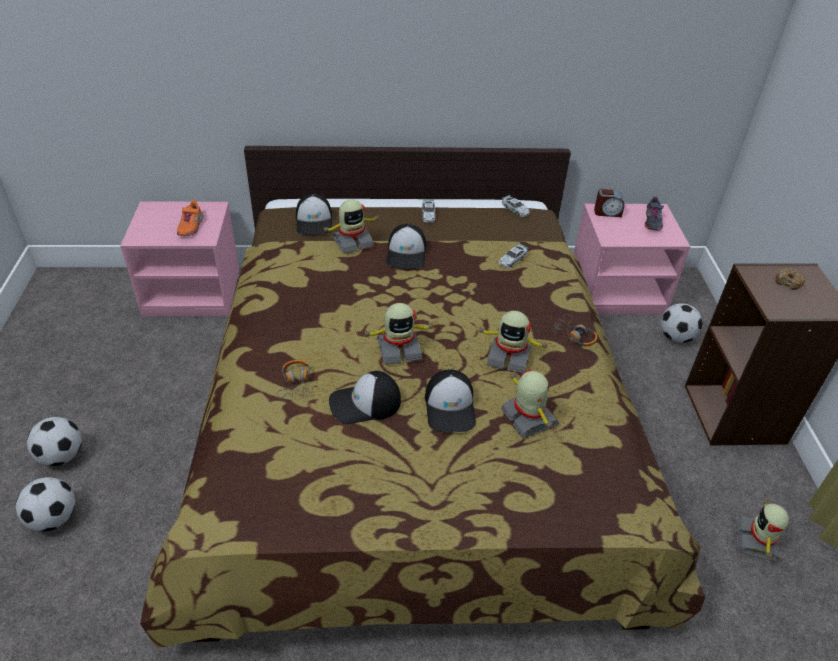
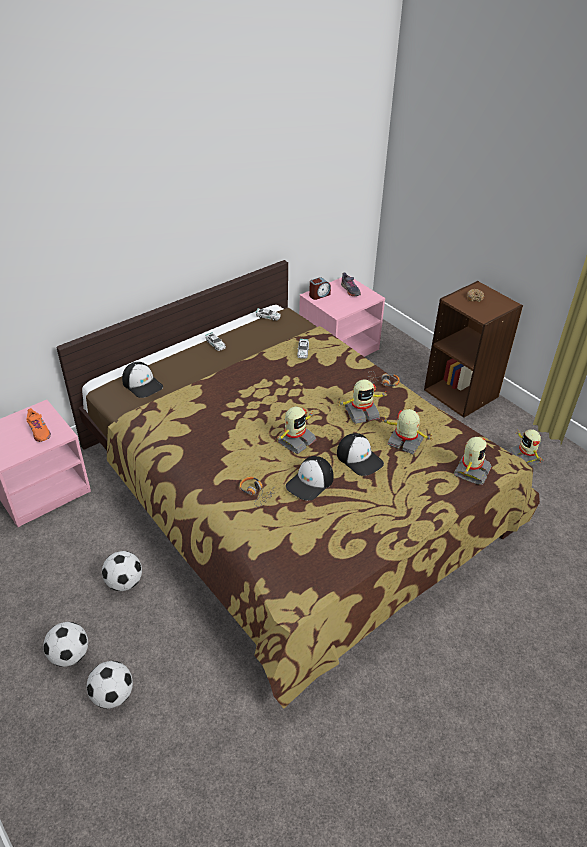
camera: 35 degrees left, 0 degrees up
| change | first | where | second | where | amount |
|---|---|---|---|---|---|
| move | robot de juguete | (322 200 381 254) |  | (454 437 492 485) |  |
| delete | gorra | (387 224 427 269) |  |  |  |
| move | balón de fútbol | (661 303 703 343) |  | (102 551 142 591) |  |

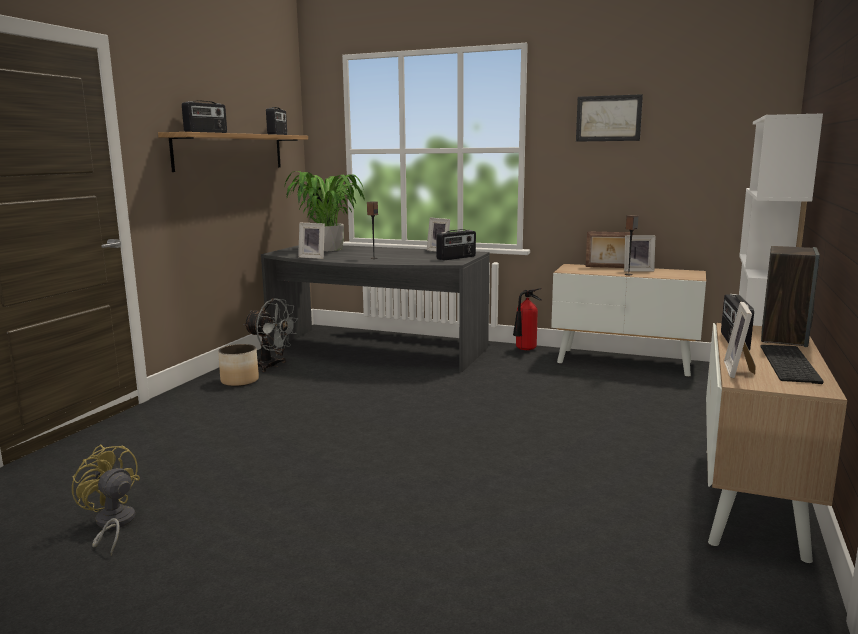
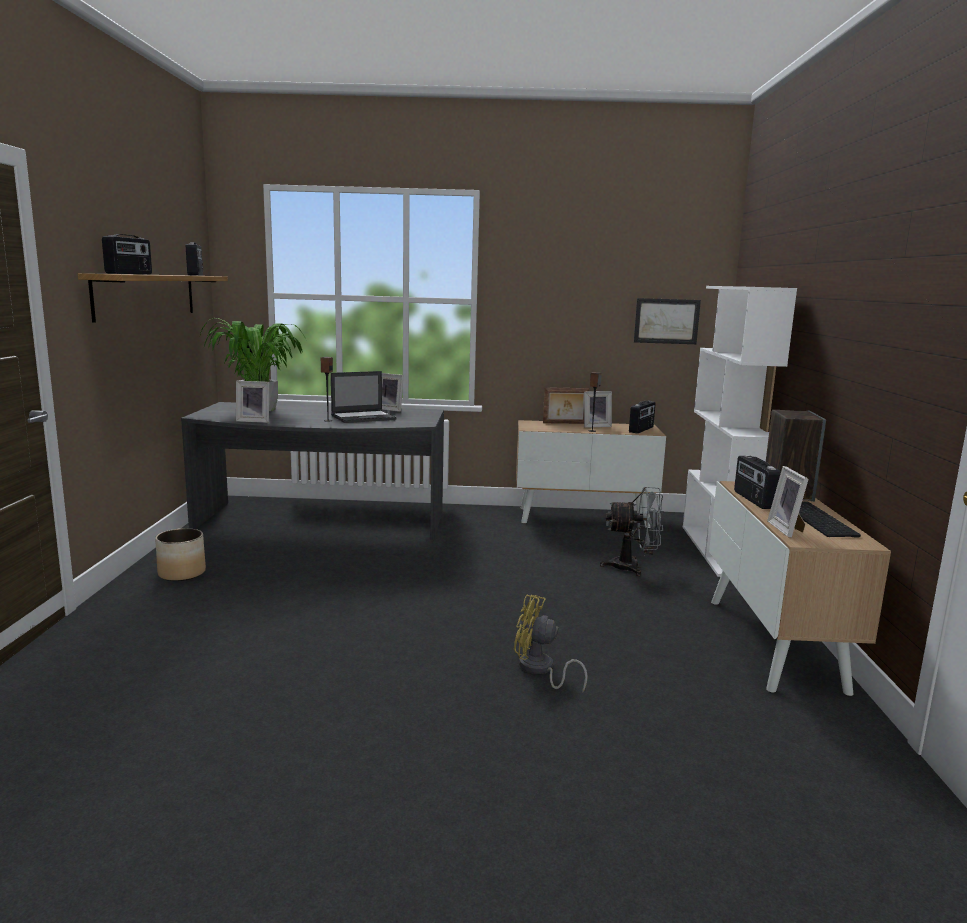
camera: 20 degrees left, 0 degrees up
| change | first | where | second | where | amount |
|---|---|---|---|---|---|
| move | ventilador/amarillo | (72 444 140 556) |  | (514 595 588 693) |  |
| move | ventilador/gris | (243 298 298 372) |  | (600 487 664 576) |  |
| move | radio | (436 229 476 261) |  | (629 401 655 433) |  |
| delete | extintor | (513 288 542 350) |  |  |  |
| move | cuadro | (576 94 643 142) |  | (634 298 701 344) |  |
| insert |  |  | portátil | (331 371 397 423) |  |

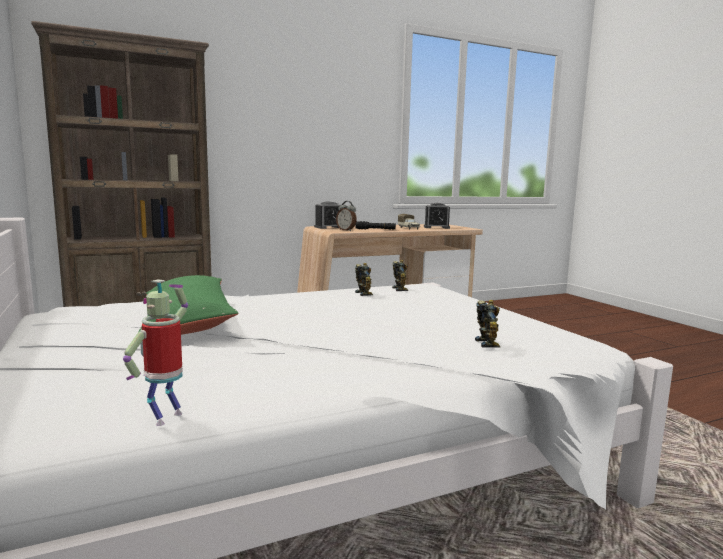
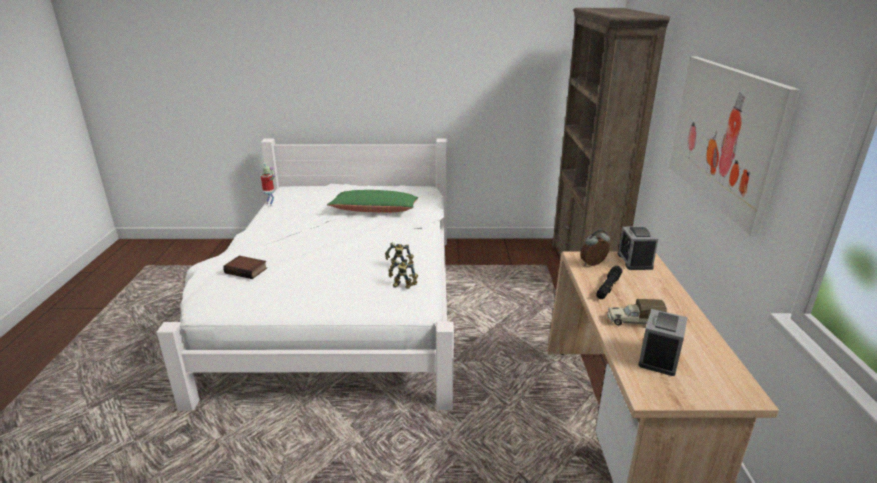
camera: 115 degrees right, 15 degrees up
| change | first | where | second | where | amount |
|---|---|---|---|---|---|
| replace | robot de juguete | (475 300 501 348) | libro | (223 256 267 279) |  |
| insert |  |  | cuadro | (669 56 800 236) |  |

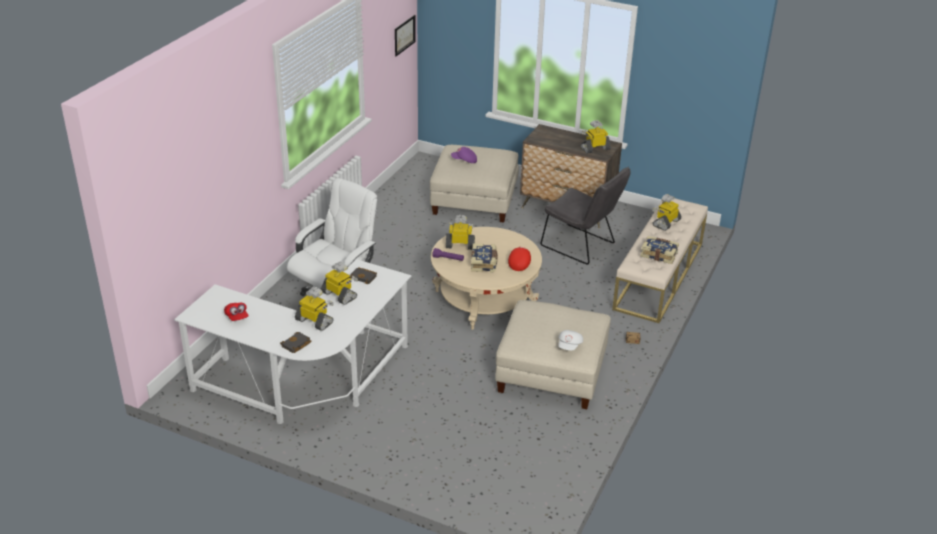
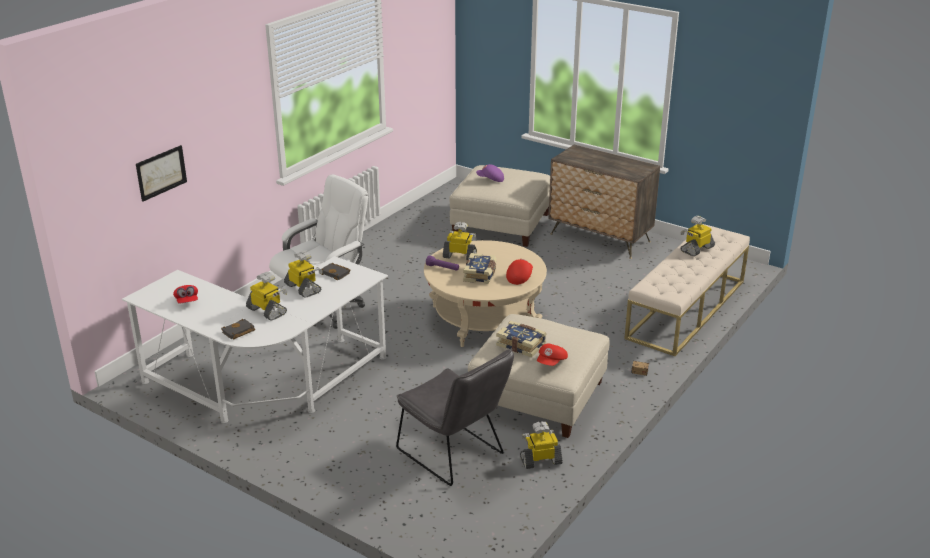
camera: 10 degrees right, 5 degrees down
| change | first | where | second | where | amount |
|---|---|---|---|---|---|
| move | cuadro | (395 15 416 56) |  | (136 145 187 202) |  |
| move | silla/gris | (540 167 631 265) |  | (396 348 514 486) |  |
| recolor | gorra/blanco | (558 330 583 350) | gorra/rojo | (537 344 568 366) |  |
| move | robot de juguete | (580 120 611 154) |  | (520 421 563 469) |  |
| move | libro | (640 236 679 264) |  | (496 321 547 357) |  |

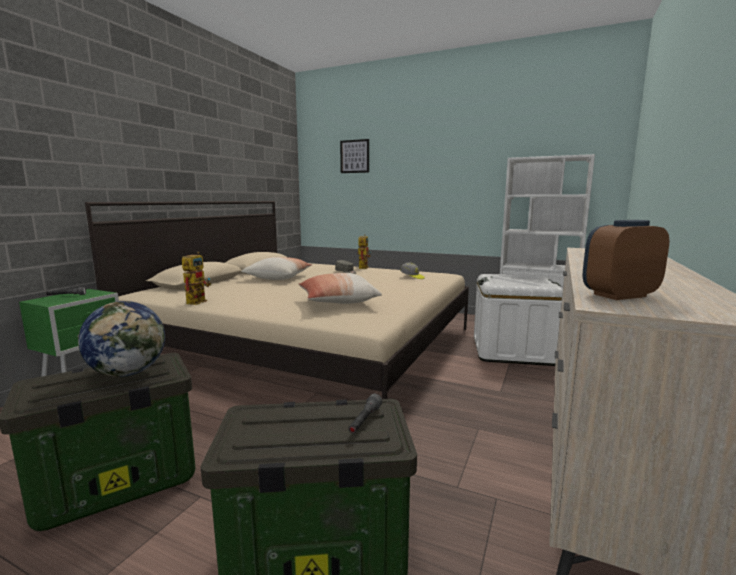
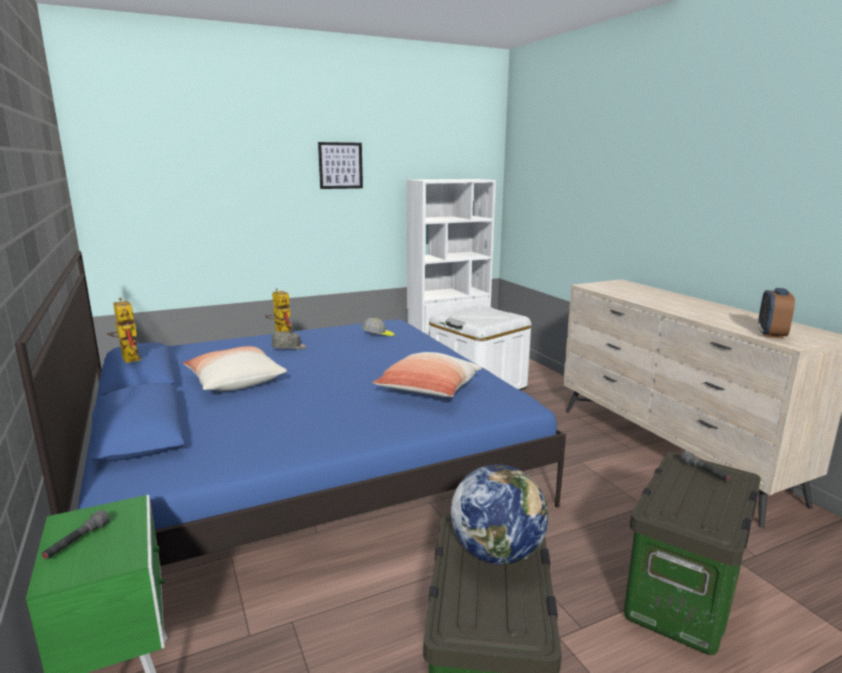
camera: 50 degrees left, 5 degrees up
| change | first | where | second | where | amount |
|---|---|---|---|---|---|
| recolor | cama/beis | (85 201 469 399) | cama/azul | (15 251 566 566) |  |
| move | robot de juguete | (182 252 211 305) |  | (107 297 141 363) |  |
| move | cuadro | (340 139 369 173) |  | (318 142 363 189) |  |

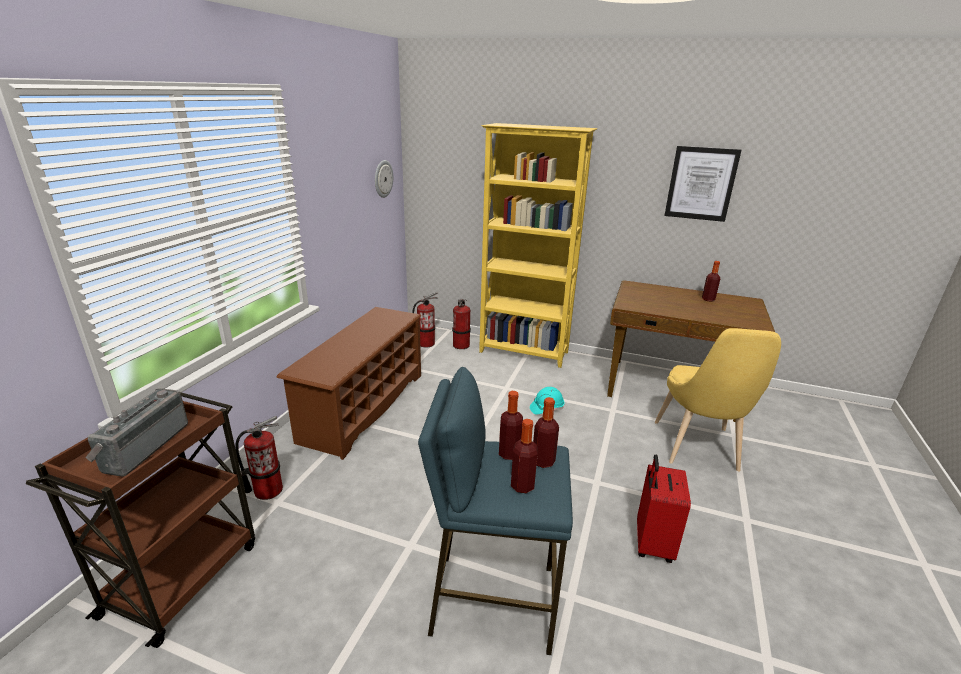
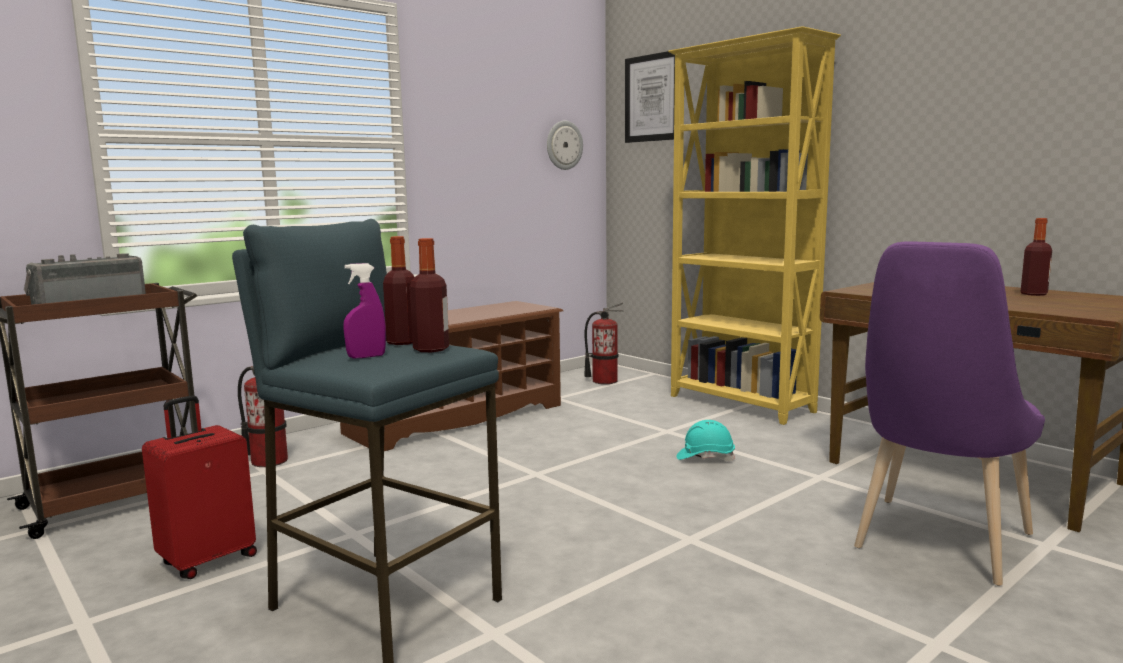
camera: 30 degrees right, 15 degrees down
| change | first | where | second | where | amount |
|---|---|---|---|---|---|
| delete | extintor | (452 299 471 349) |  |  |  |
| replace | botella | (511 419 538 493) | pulverizador/morado | (343 263 386 358) |  |
| move | maleta/rojo | (637 455 691 563) |  | (142 396 257 579) |  |
| recolor | silla/amarillo | (655 328 781 472) | silla/morado | (854 241 1045 586) |  |
| move | cuadro | (664 146 742 222) |  | (625 51 675 143) |  |

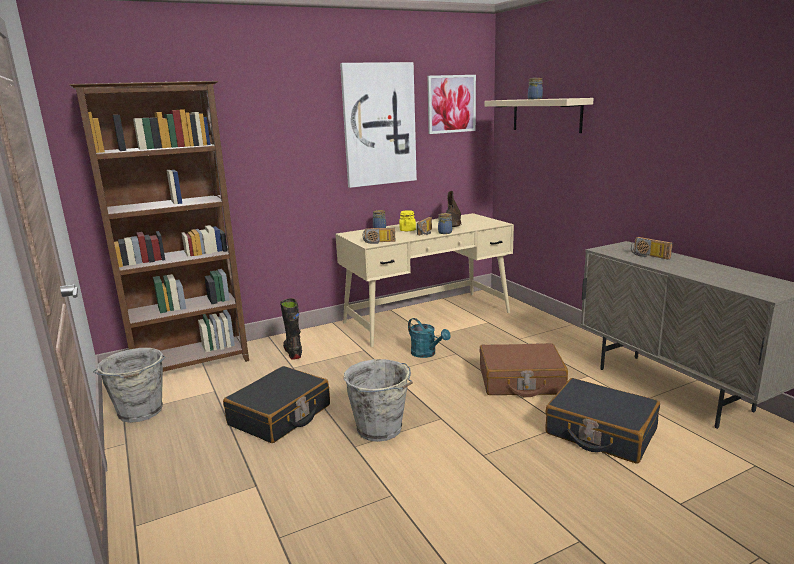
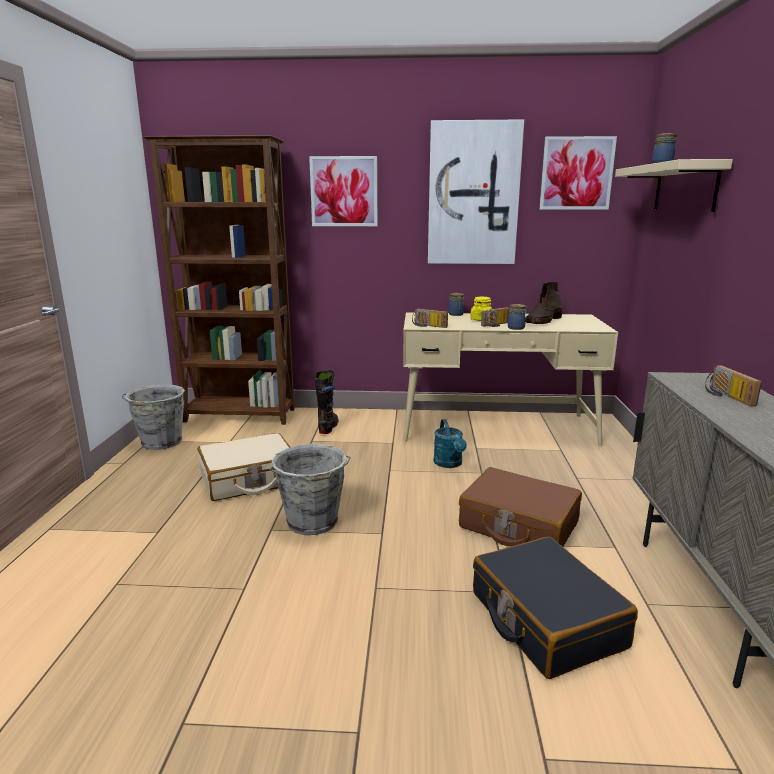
camera: 30 degrees right, 0 degrees up
| change | first | where | second | where | amount |
|---|---|---|---|---|---|
| recolor | maleta/negro | (223 366 330 443) | maleta/beis | (197 433 290 501) |  |
| insert |  |  | cuadro | (309 156 377 226) |  |

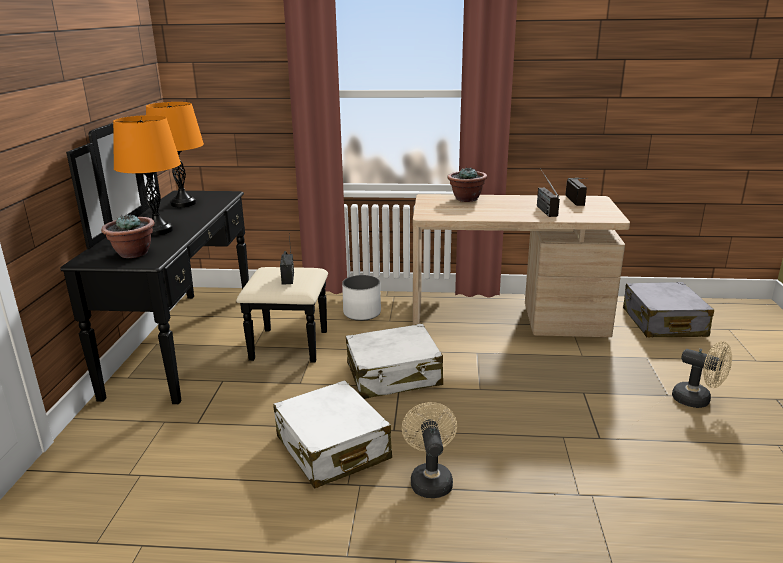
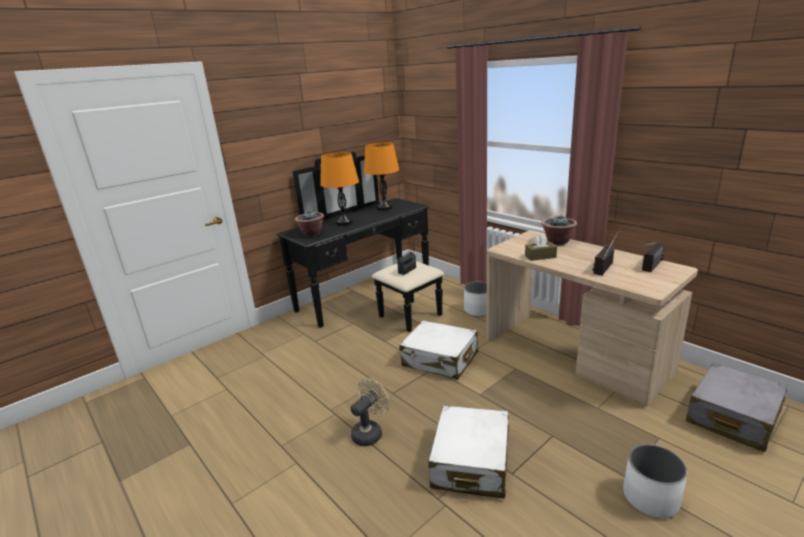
camera: 45 degrees right, 0 degrees up
| change | first | where | second | where | amount |
|---|---|---|---|---|---|
| move | maleta/blanco | (273 380 392 488) |  | (428 406 509 499) |  |
| replace | ventilador/beis | (672 341 732 408) | maceta/blanco | (623 444 688 518) |  |
| insert |  |  | caja de pañuelos/marrón | (525 234 557 261) |  |

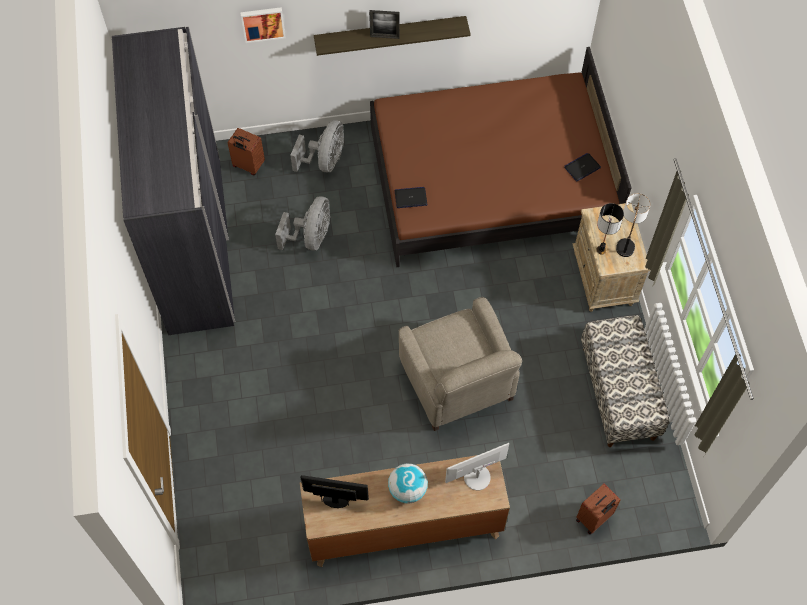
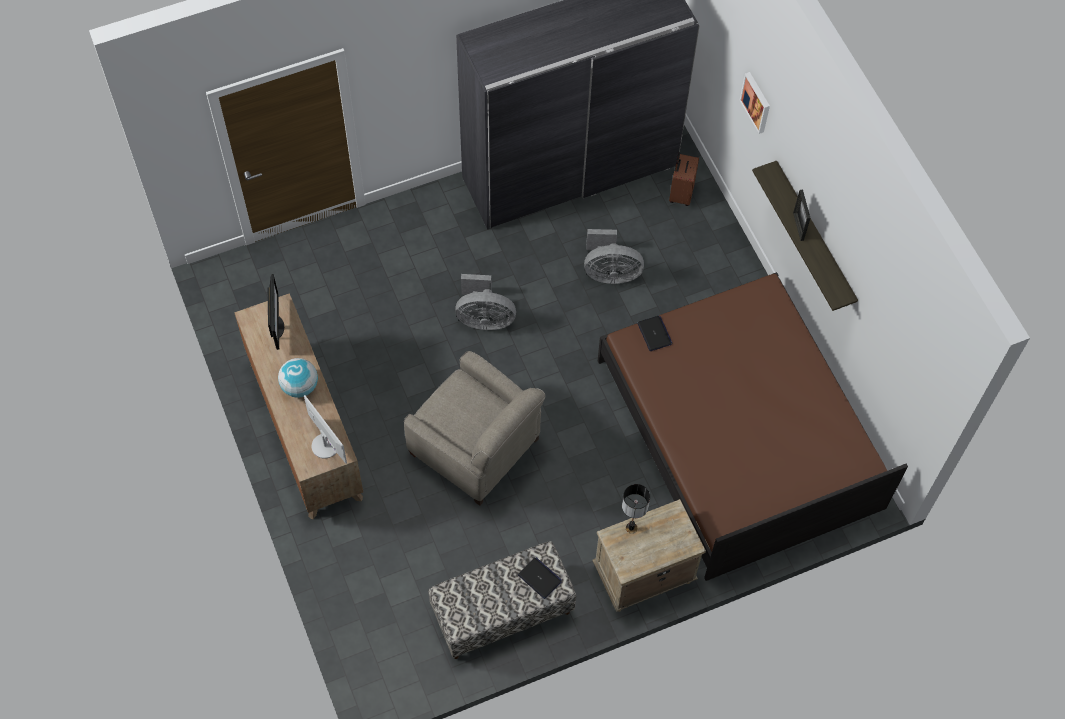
camera: 75 degrees right, 0 degrees up
| change | first | where | second | where | amount |
|---|---|---|---|---|---|
| move | ventilador/gris | (290 120 344 172) |  | (455 274 516 330) |  |
| rotate | sillón/beis | (399 297 522 431) |  | (404 351 545 506) | 105 degrees counterclockwise |
| move | portátil | (564 153 601 181) |  | (518 557 562 599) |  |
| delete | maleta/marrón | (576 483 621 534) |  |  |  |
| delete | lámpara de mesa | (616 193 650 257) |  |  |  |

